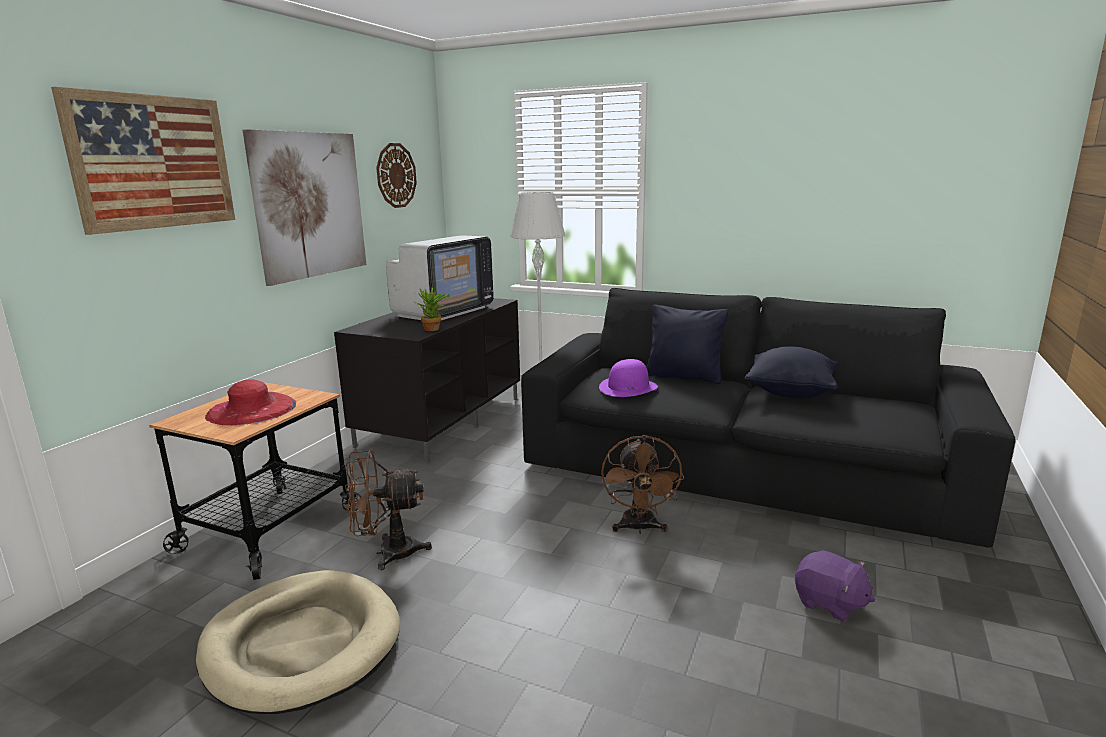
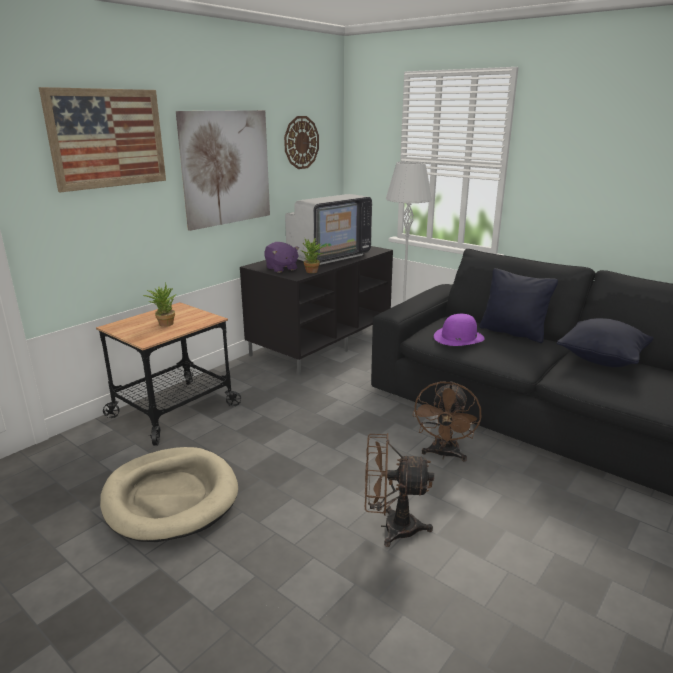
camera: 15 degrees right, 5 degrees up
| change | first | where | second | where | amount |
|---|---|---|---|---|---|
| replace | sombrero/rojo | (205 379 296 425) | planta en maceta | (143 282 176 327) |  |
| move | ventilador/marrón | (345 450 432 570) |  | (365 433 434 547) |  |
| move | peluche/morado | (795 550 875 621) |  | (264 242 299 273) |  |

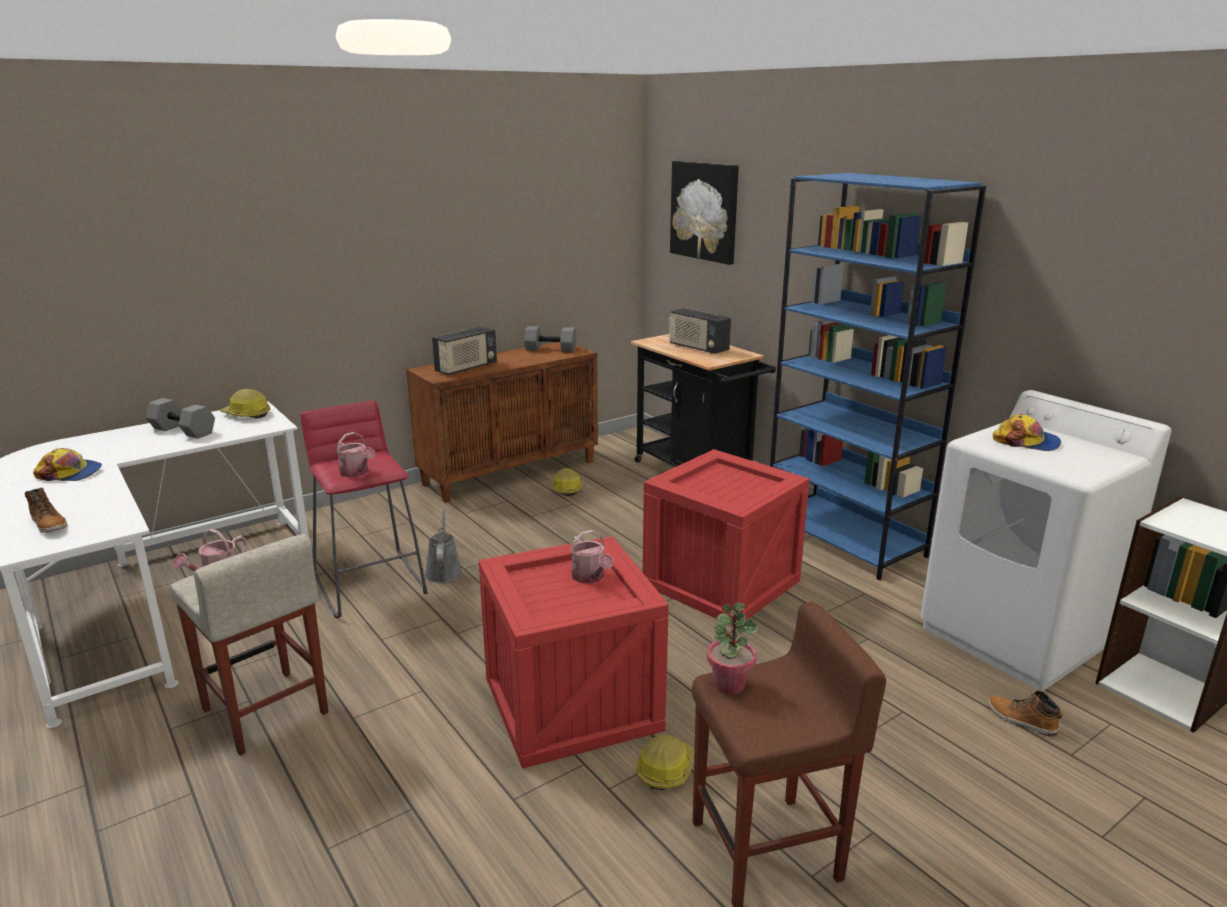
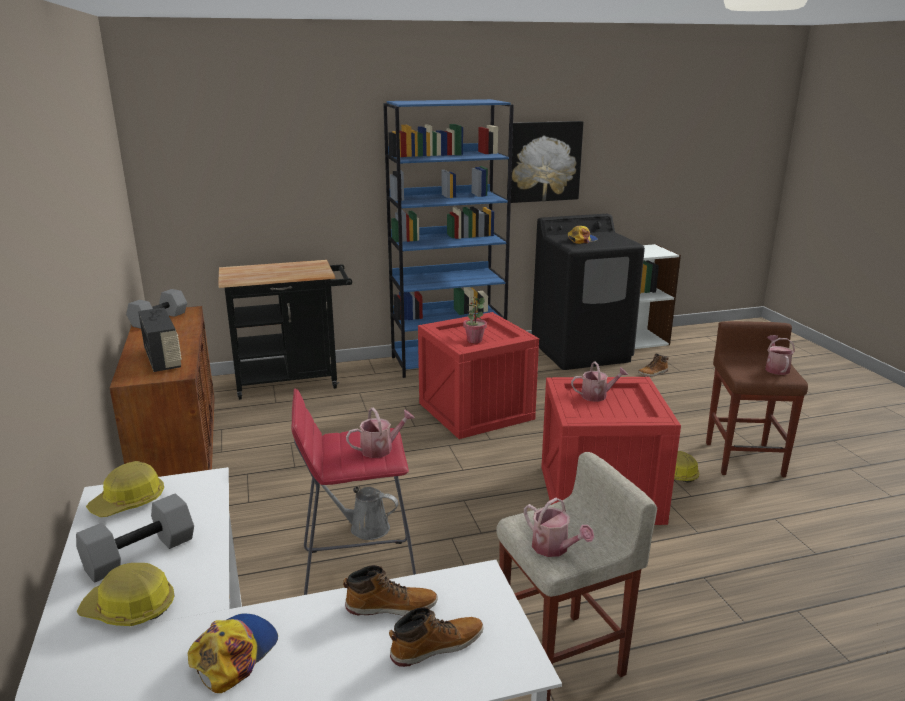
camera: 70 degrees left, 0 degrees up
| change | first | where | second | where | amount |
|---|---|---|---|---|---|
| move | casco | (551 468 584 496) |  | (77 563 174 626) |  |
| delete | radio | (669 308 731 354) |  |  |  |
| move | cuadro | (670 161 739 265) |  | (507 121 583 203) |  |
| move | planta en maceta | (707 602 759 694) |  | (463 296 487 343) |  |
| recolor | lavadora/blanco | (920 390 1171 691) | lavadora/negro | (532 214 645 370) |  |
| insert |  |  | bota | (343 565 438 616) |  |
| insert |  |  | regadera | (765 335 795 375) |  |

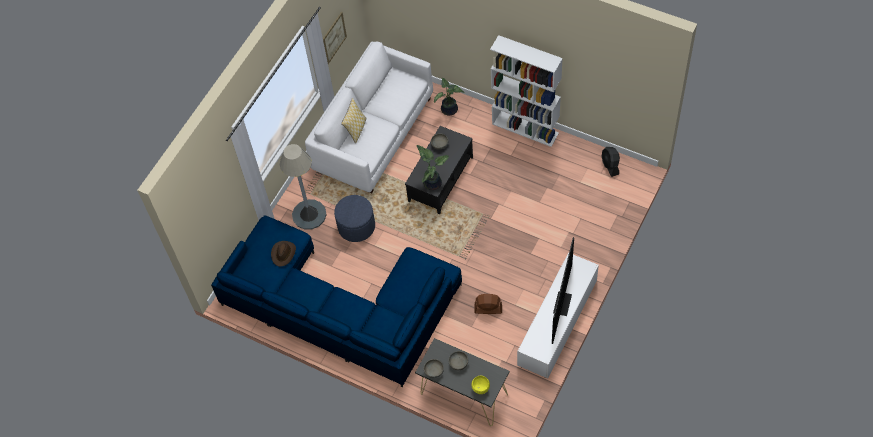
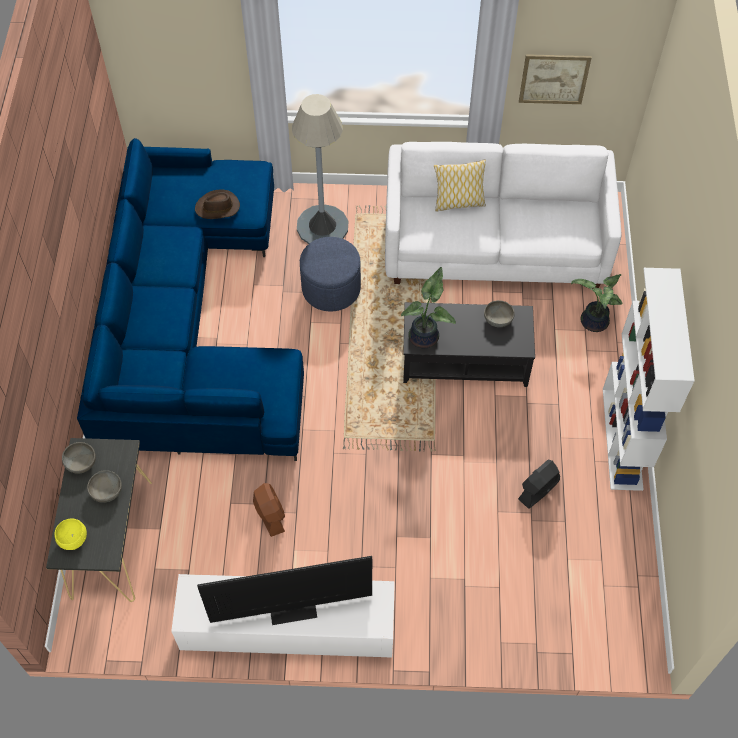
camera: 60 degrees right, 0 degrees up
| change | first | where | second | where | amount |
|---|---|---|---|---|---|
| move | ventilador/negro | (602 147 620 177) |  | (518 460 560 509) |  |

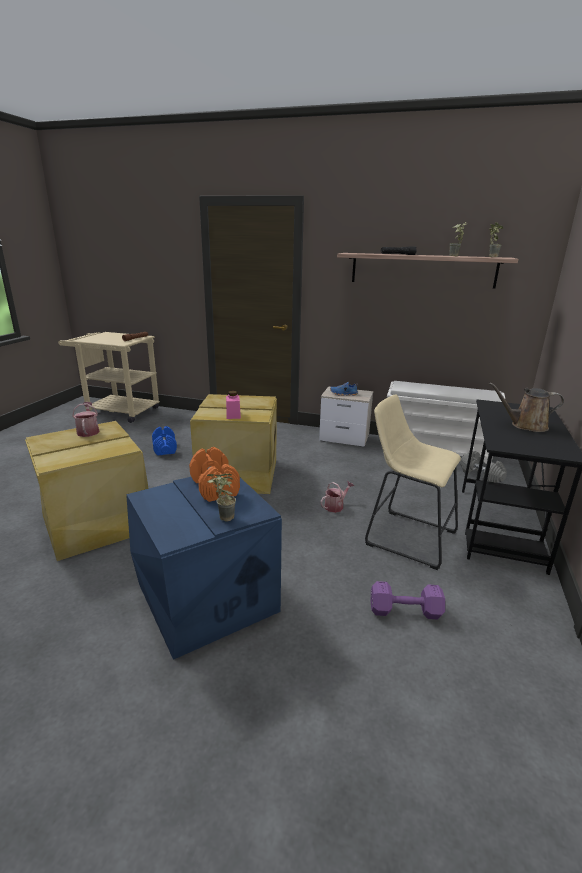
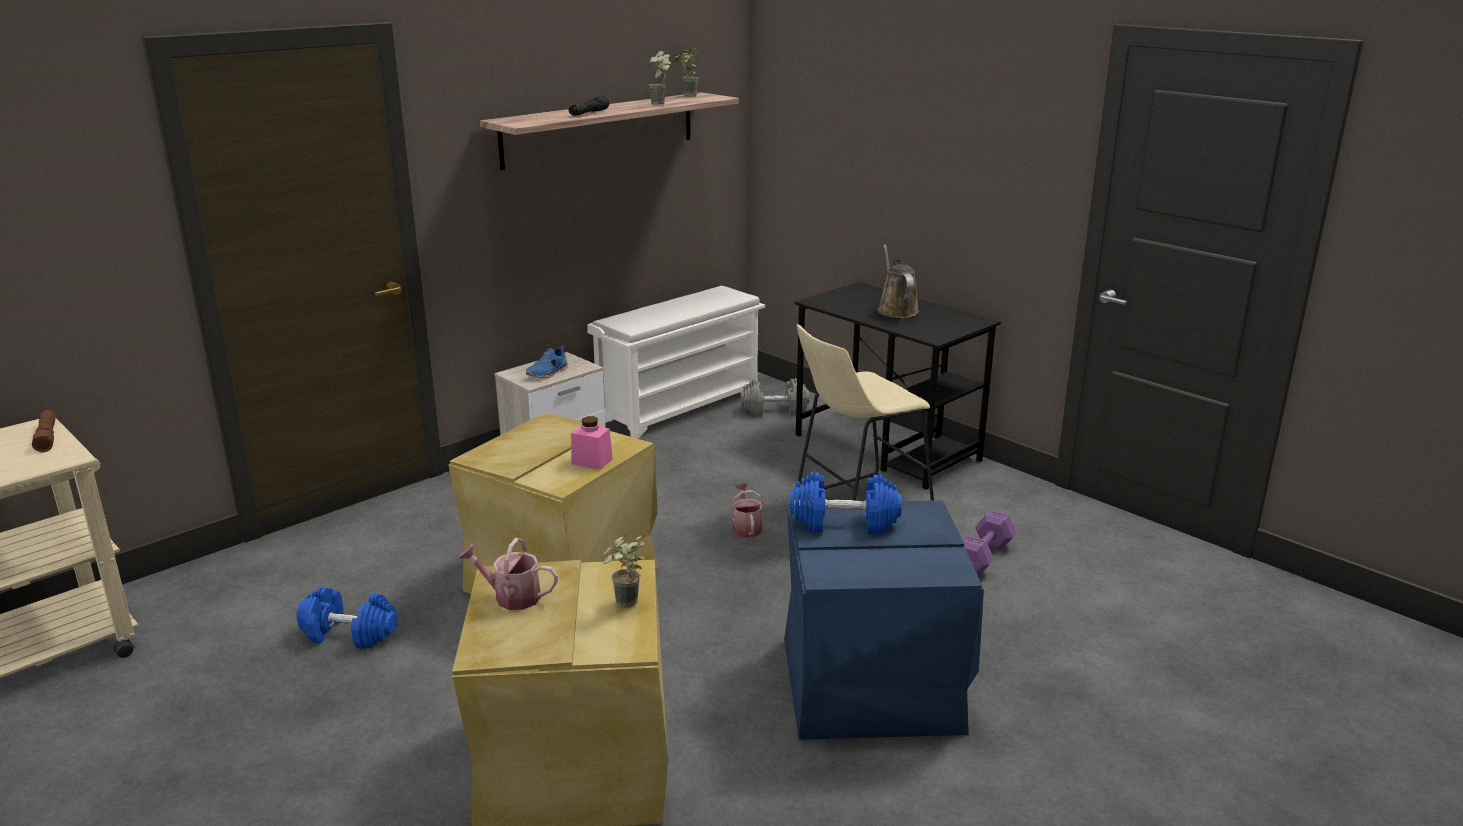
camera: 60 degrees left, 0 degrees up
| change | first | where | second | where | amount |
|---|---|---|---|---|---|
| recolor | mancuerna/naranja | (189 447 240 502) | mancuerna/azul | (790 472 902 534) |  |
| move | planta en maceta | (207 474 236 521) |  | (603 533 647 608) |  |
| rotate | regadera/marrón | (489 382 564 432) |  | (877 244 919 318) | 135 degrees clockwise |

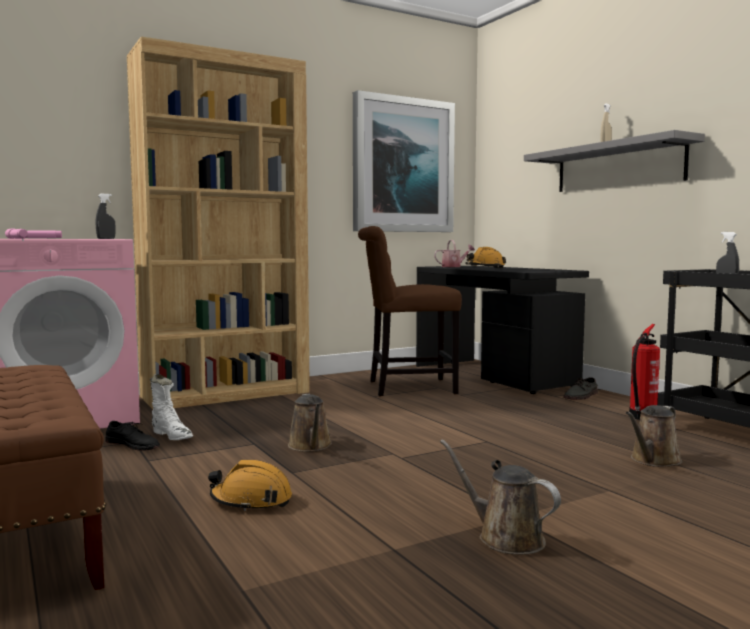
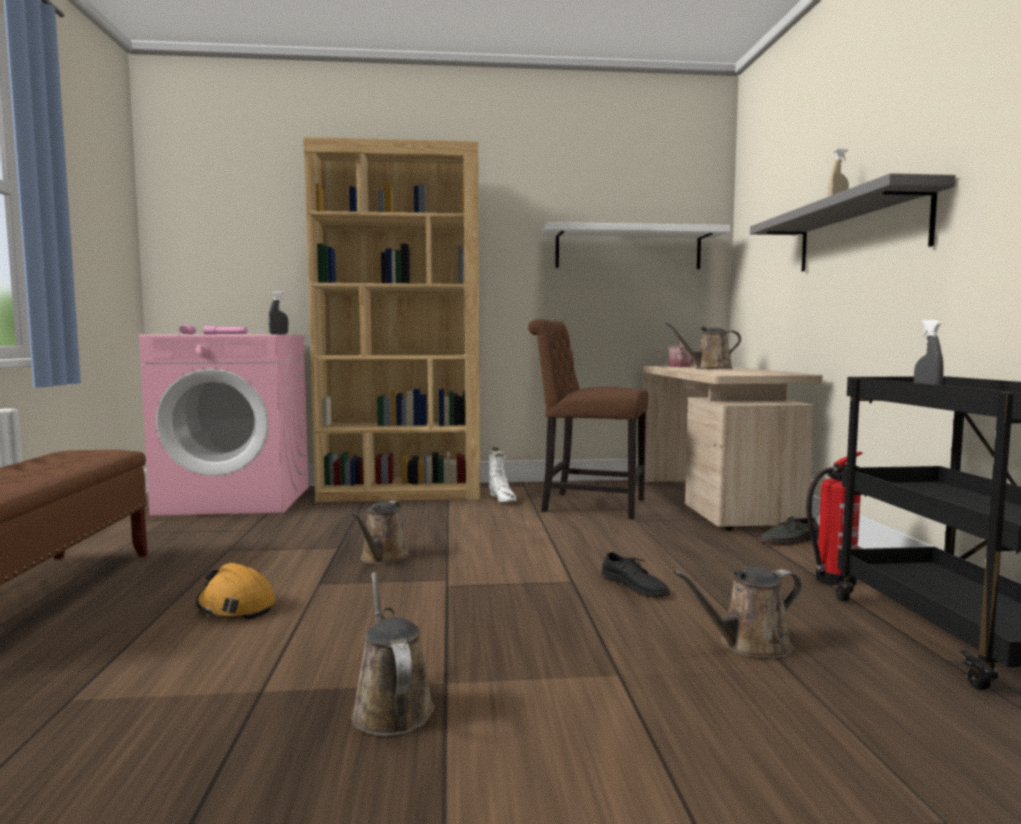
camera: 25 degrees right, 0 degrees up
| change | first | where | second | where | amount |
|---|---|---|---|---|---|
| move | zapato/negro | (105 421 160 451) |  | (601 552 670 598) |  |
| move | bota/blanco | (150 374 193 440) |  | (488 447 517 502) |  |
| replace | cuadro | (353 90 455 232) | estante/blanco | (542 222 730 269) |  |
| recolor | escritorio/negro | (416 266 589 394) | escritorio/beis | (643 366 823 530) |  |
| replace | casco/naranja | (465 247 506 268) | regadera/marrón | (666 322 741 369) |  |

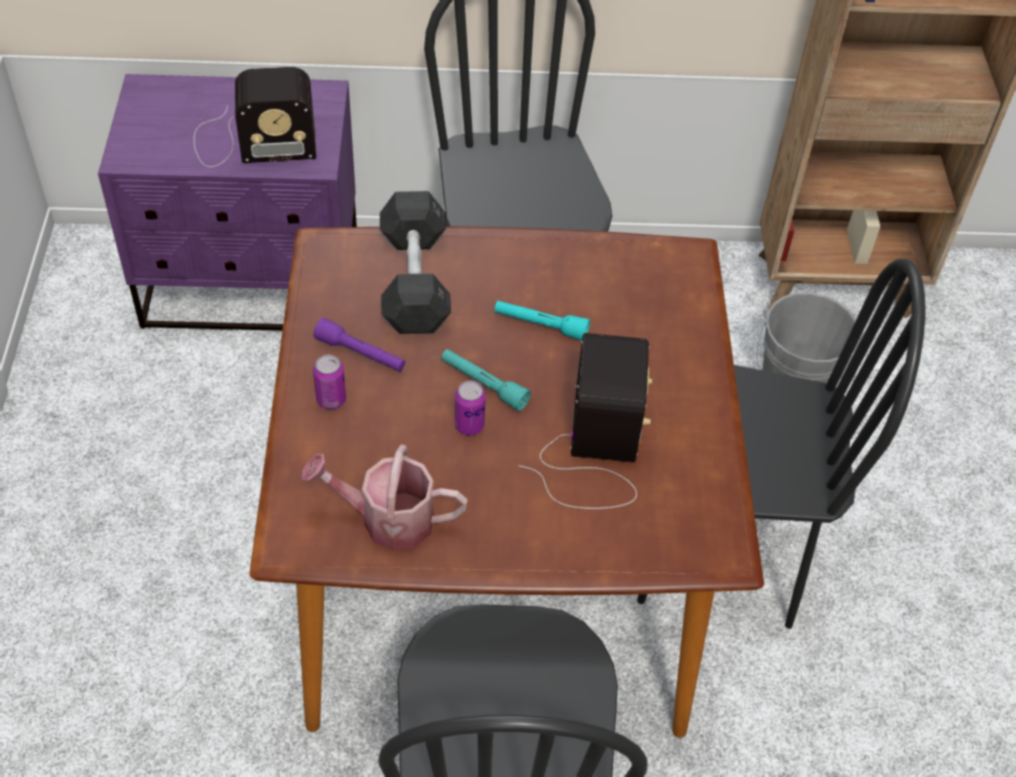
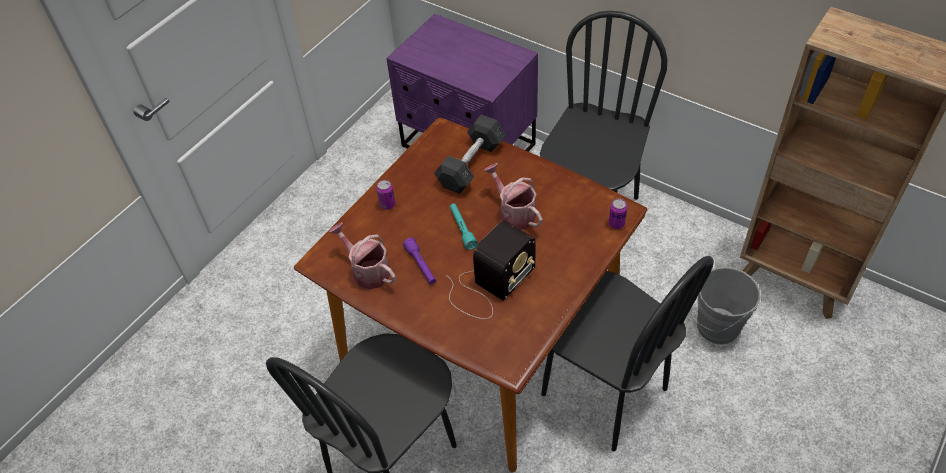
camera: 40 degrees right, 0 degrees up
| change | first | where | second | where | amount |
|---|---|---|---|---|---|
| delete | radio | (194 67 316 167) |  |  |  |
| move | linterna/morado | (313 318 405 372) |  | (403 238 436 284) |  |
| move | lata | (455 381 486 436) |  | (609 198 627 229) |  |
| replace | linterna/turquesa | (494 301 590 340) | regadera | (484 163 543 230) |  |

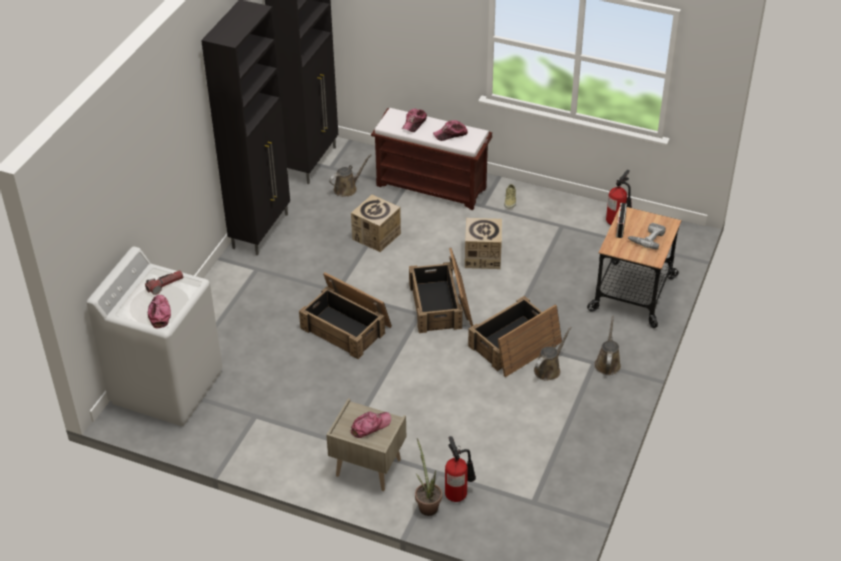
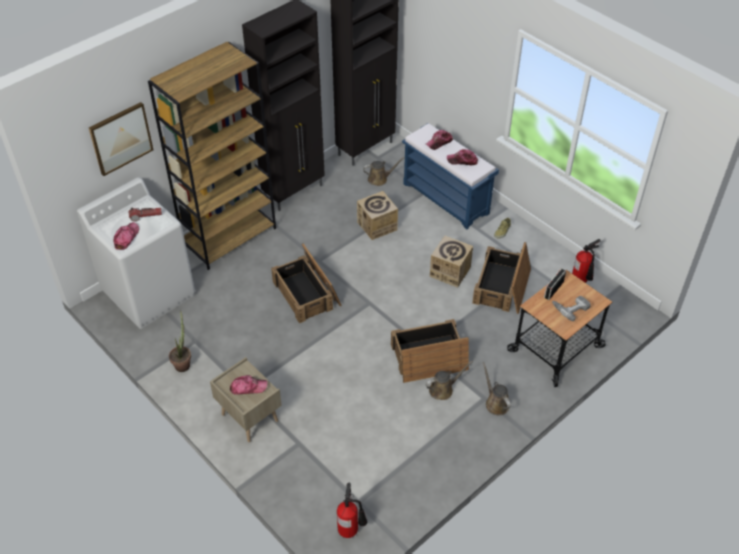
camera: 25 degrees right, 5 degrees up
| change | first | where | second | where | amount |
|---|---|---|---|---|---|
| recolor | banco/marrón | (371 108 492 210) | banco/azul | (402 123 499 229) |  |
| move | caja de embalaje | (409 248 473 333) |  | (472 242 531 314) |  |
| move | planta en maceta | (415 438 442 516) |  | (169 310 191 372) |  |
| move | extintor | (445 436 476 502) |  | (337 483 367 538) |  |
| rotate | regadera/marrón | (594 316 621 375) |  | (483 362 511 415) | 60 degrees counterclockwise |
| insert |  |  | cuadro | (89 102 153 176) |  |
| insert |  |  | estantería/marrón | (148 42 276 270) |  |

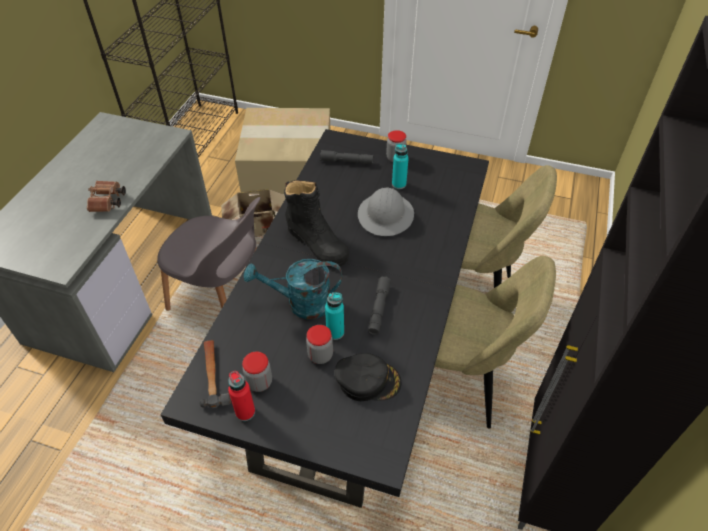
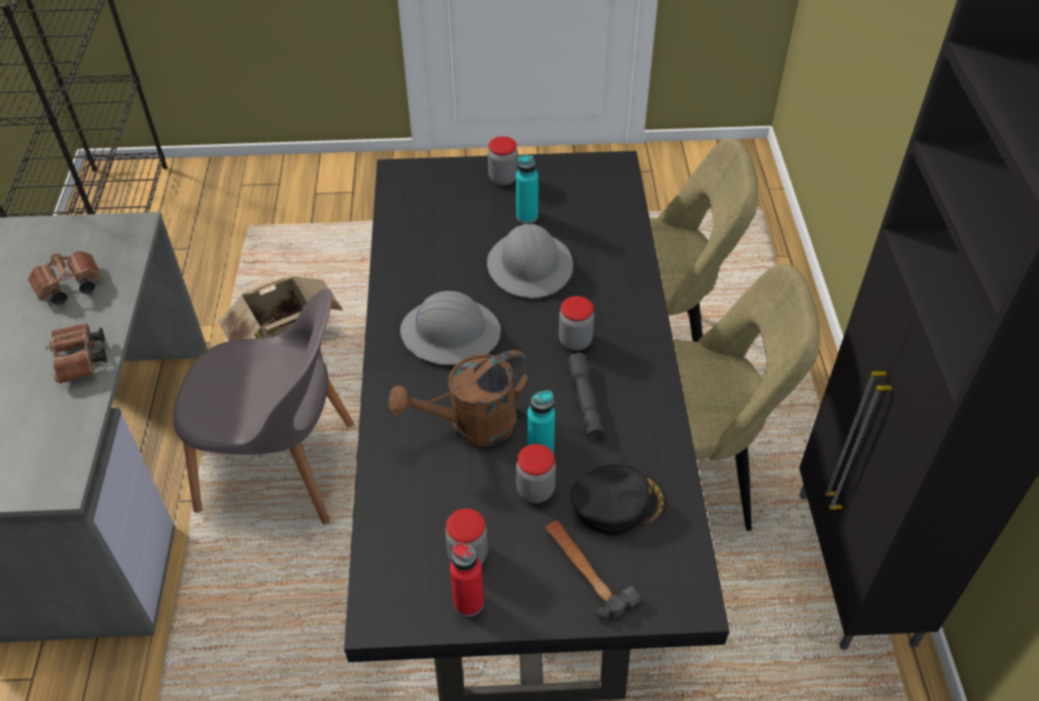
camera: 20 degrees left, 0 degrees up
| change | first | where | second | where | amount |
|---|---|---|---|---|---|
| move | martillo | (200 340 231 408) |  | (545 520 640 620) |  |
| delete | caja de cartón | (235 108 330 194) |  |  |  |
| recolor | regadera/turquesa | (244 259 342 319) | regadera/marrón | (388 350 530 447) |  |
| replace | bota/negro | (284 180 350 267) | casco/gris | (400 291 501 365) |  |
| delete | linterna/gris | (320 150 373 164) |  |  |  |
| insert |  |  | prismáticos/marrón | (28 251 101 305) |  |
| insert |  |  | tarro | (559 296 594 351) |  |

